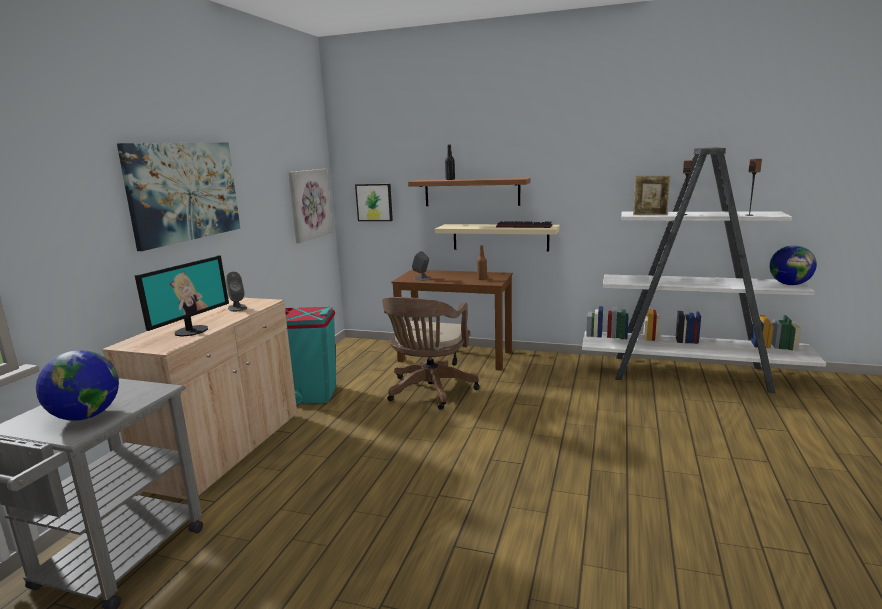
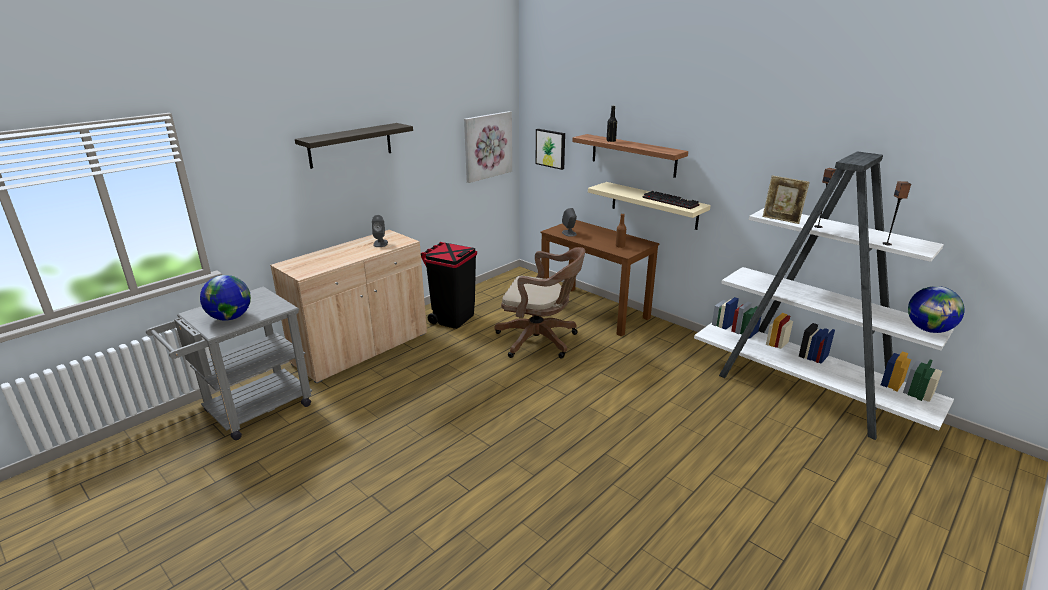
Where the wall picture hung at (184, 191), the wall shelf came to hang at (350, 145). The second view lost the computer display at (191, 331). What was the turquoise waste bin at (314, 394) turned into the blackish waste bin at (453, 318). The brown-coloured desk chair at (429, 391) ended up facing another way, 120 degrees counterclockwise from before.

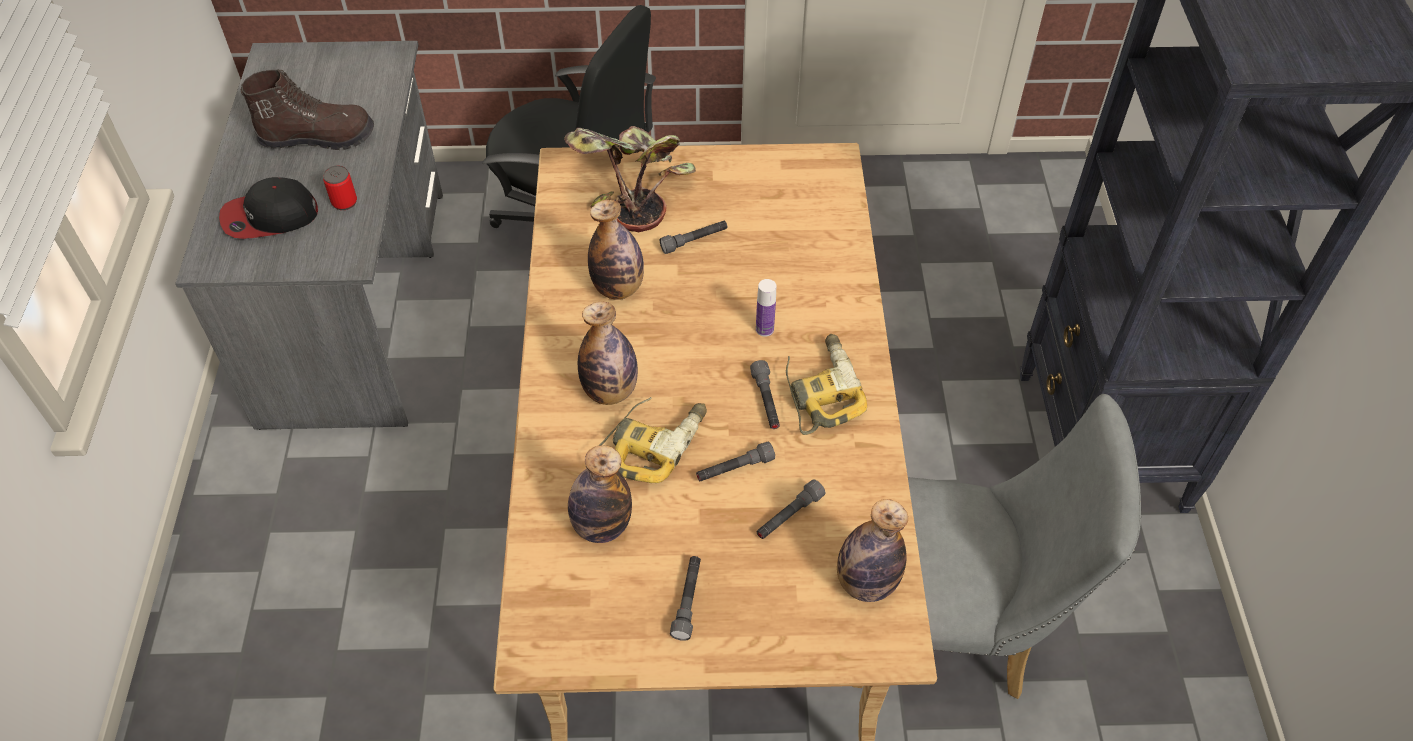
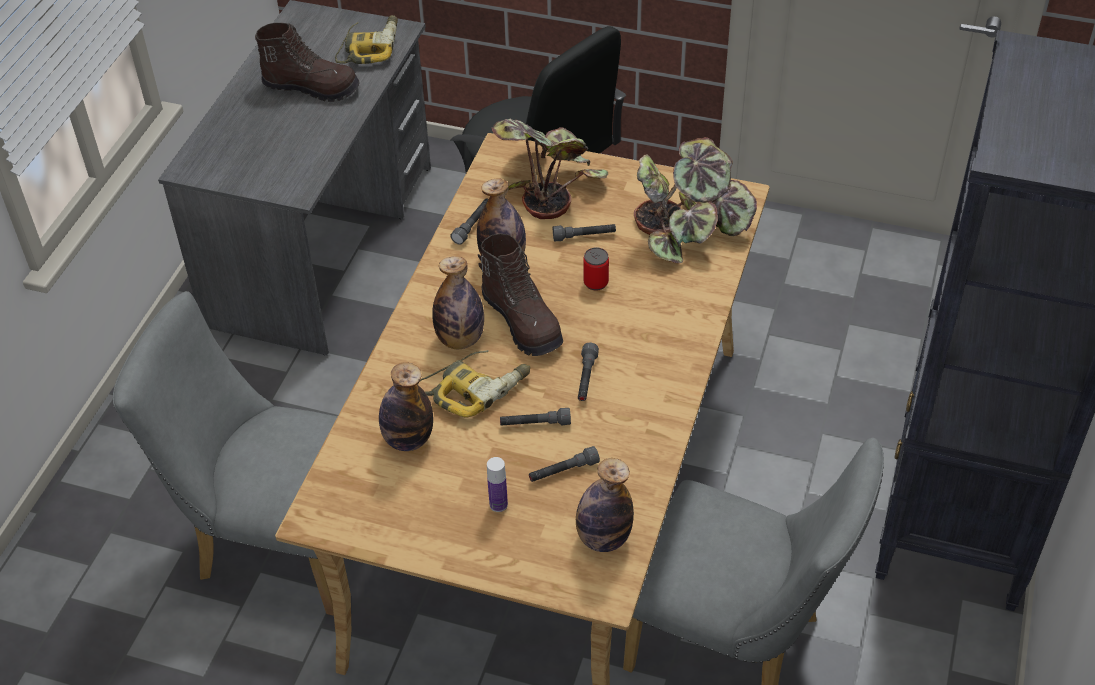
The second view lost the baseball cap at (269, 217). The sealed can ended up elsewhere, having gone from (344, 202) to (596, 282). The grey hand torch ended up elsewhere, having gone from (688, 601) to (473, 225). The beverage bottle ended up elsewhere, having gone from (764, 329) to (498, 504). The power drill ended up elsewhere, having gone from (820, 390) to (369, 47). The second view gained the grey upright chair at (277, 541). The second view gained the brown-coloured high-top boot at (523, 321). The second view gained the plant in a pot at (688, 230).

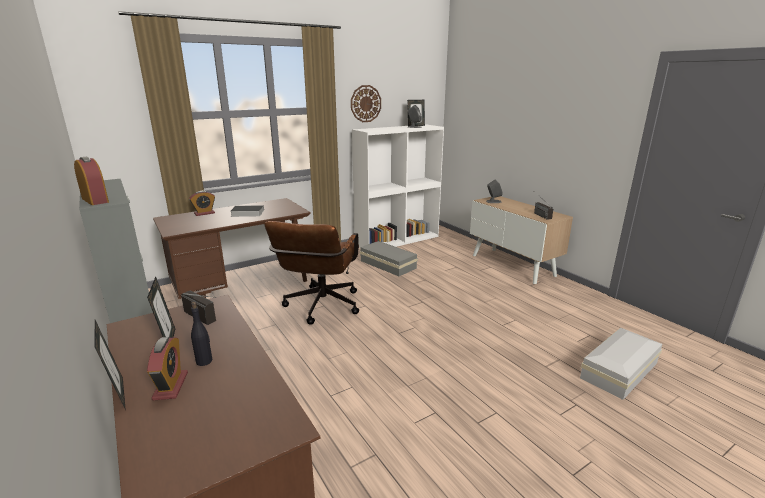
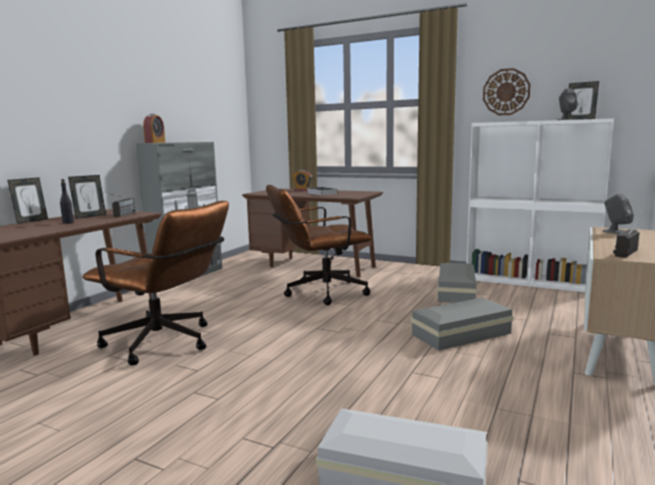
The second view lost the alarm clock at (170, 386). The second view gained the brown-coloured desk chair at (167, 344). The second view gained the grey storage container at (463, 334).

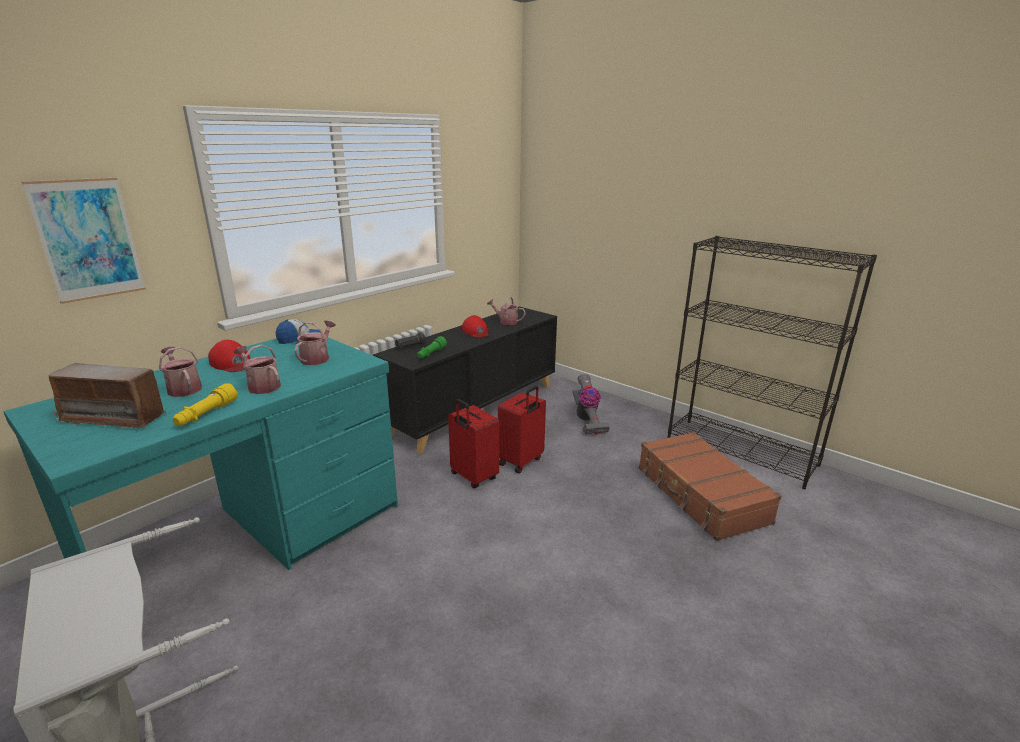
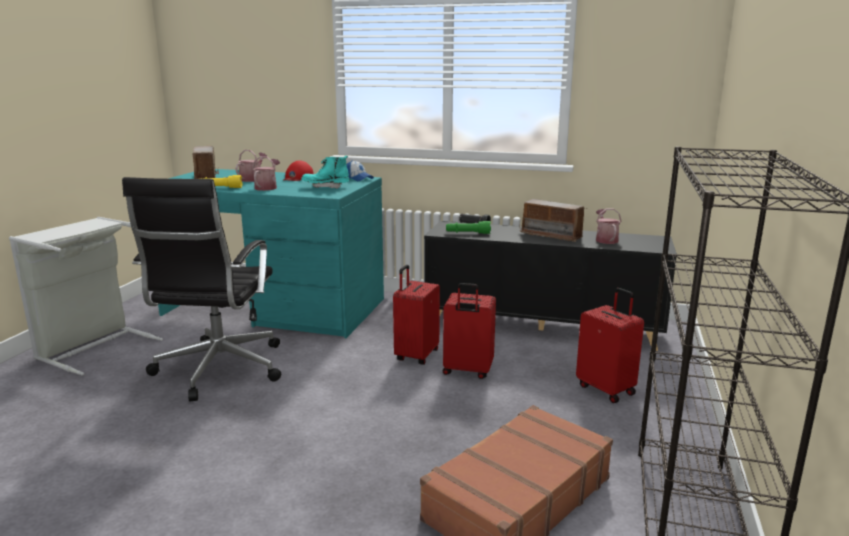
The second view lost the wall picture at (88, 239). Where the watering can stood at (317, 358), the turquoise high-top boot came to stand at (326, 187). Where the red baseball cap stood at (476, 331), the radio receiver came to stand at (552, 235). Where the vacuum cleaner stood at (587, 420), the red travel case came to stand at (606, 389). The second view gained the blackish desk chair at (218, 370).

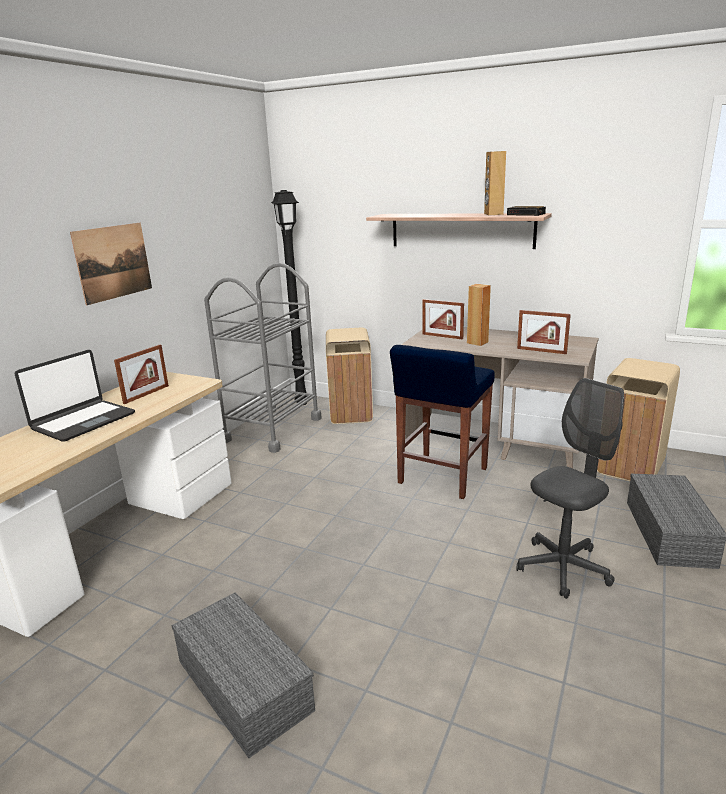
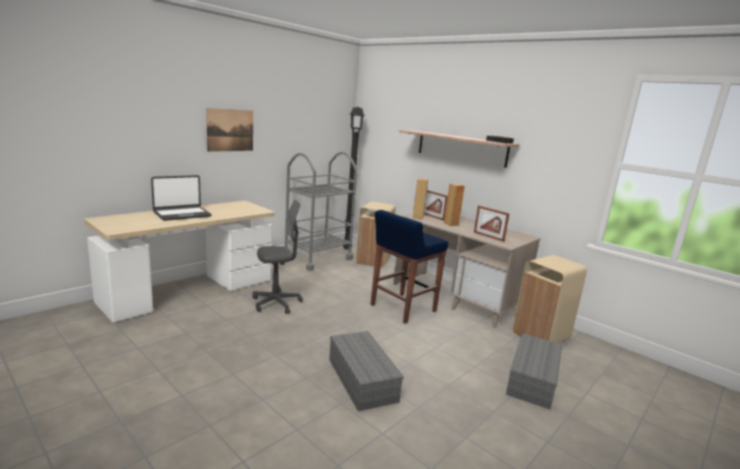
The second view lost the picture frame at (146, 394). The grey storage container ended up elsewhere, having gone from (241, 684) to (360, 379). The brown-coloured loudspeaker ended up elsewhere, having gone from (493, 214) to (418, 217). The grey desk chair ended up elsewhere, having gone from (563, 568) to (276, 303).

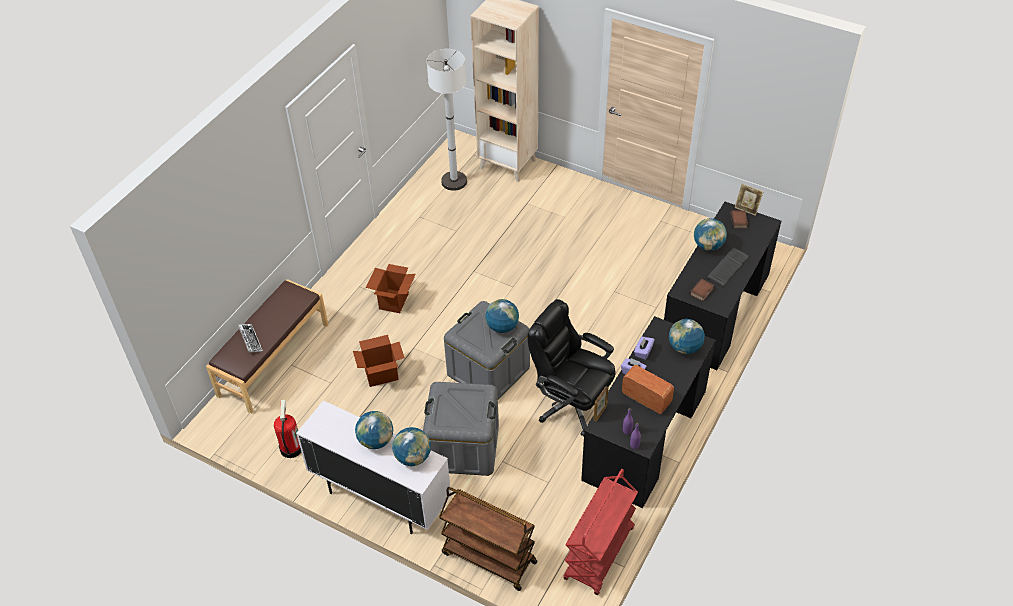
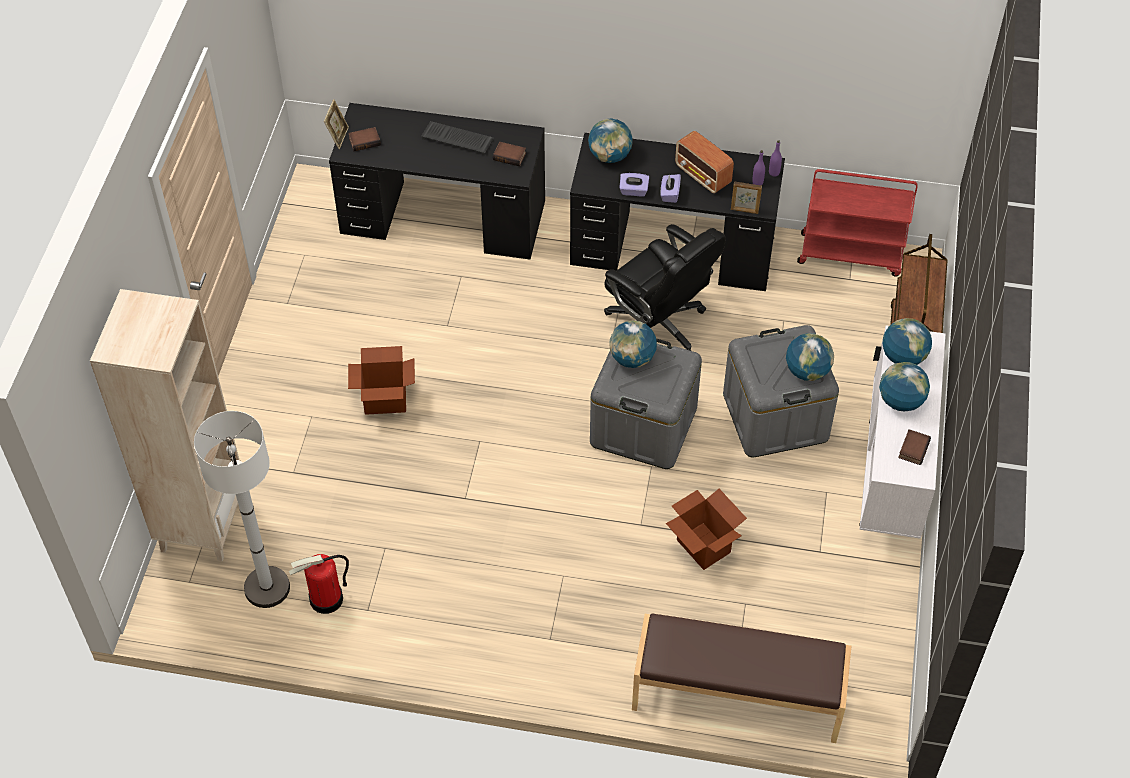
The second view lost the keyboard at (250, 340). The fire extinguisher ended up elsewhere, having gone from (291, 448) to (326, 599). The cardboard box ended up elsewhere, having gone from (393, 301) to (385, 400). The blackish desk chair at (571, 403) ended up facing another way, 60 degrees counterclockwise from before. The radio receiver at (645, 398) ended up facing another way, 60 degrees counterclockwise from before. The world globe ended up elsewhere, having gone from (708, 246) to (807, 371). The second view gained the volume at (913, 448).

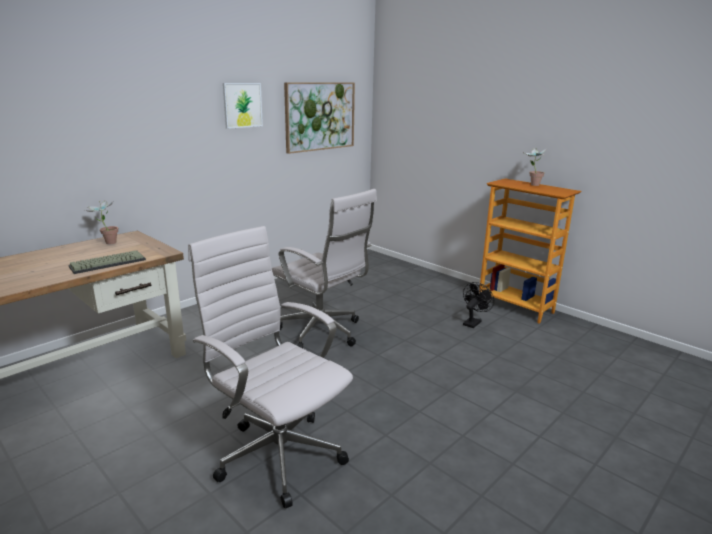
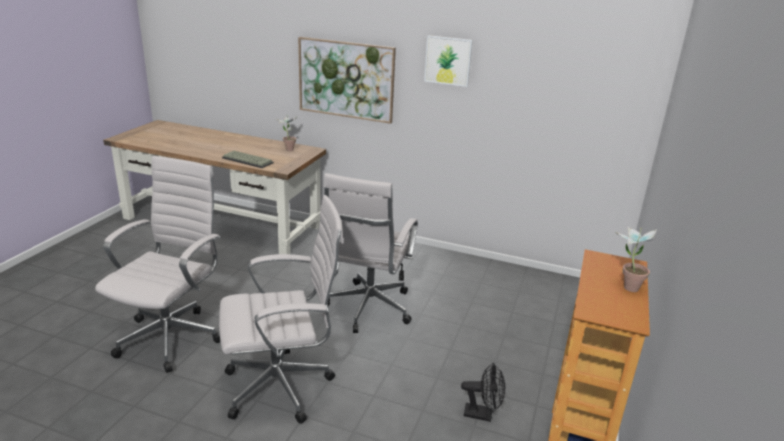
The wall picture ended up elsewhere, having gone from (320, 116) to (346, 79). The second view gained the white-coloured desk chair at (283, 386).

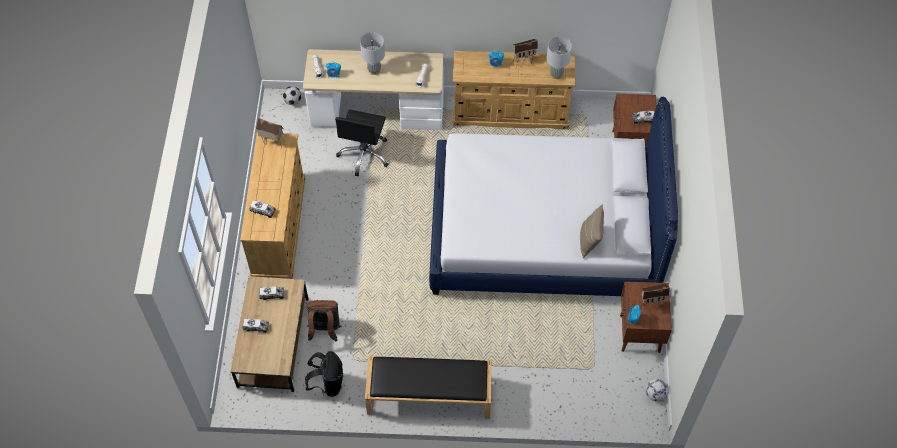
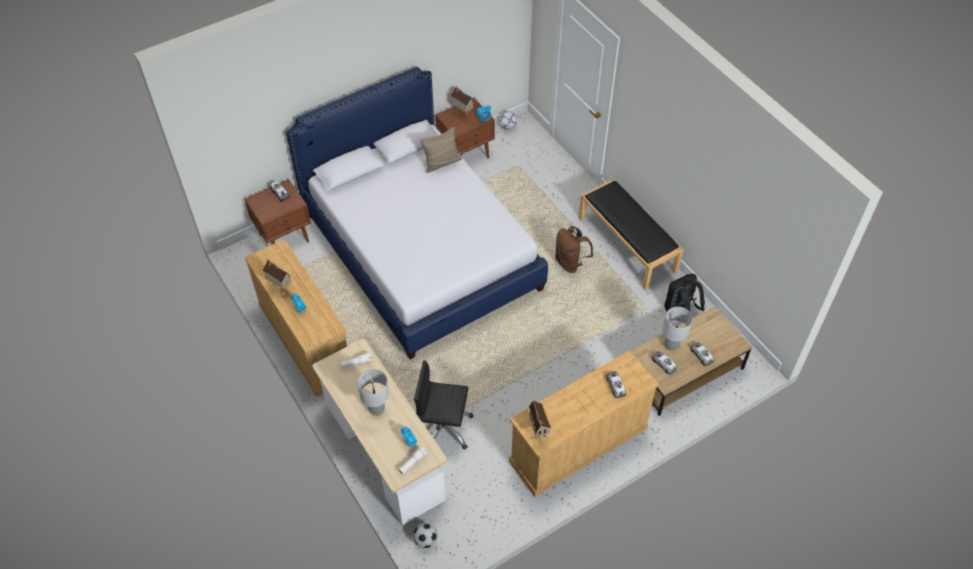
The brown-coloured knapsack ended up elsewhere, having gone from (325, 330) to (570, 263). The blackish desk chair at (364, 154) ended up facing another way, 150 degrees counterclockwise from before. The grey tabletop lamp ended up elsewhere, having gone from (556, 74) to (671, 346).

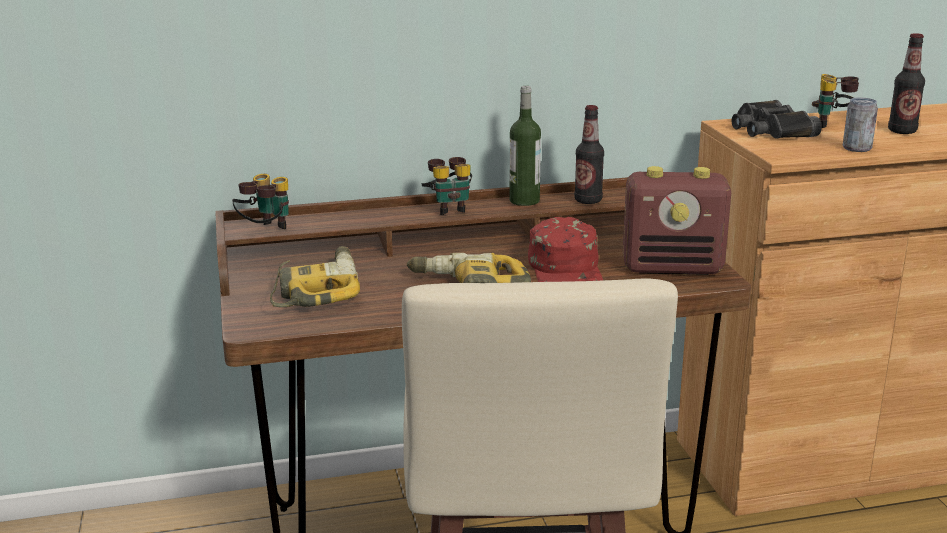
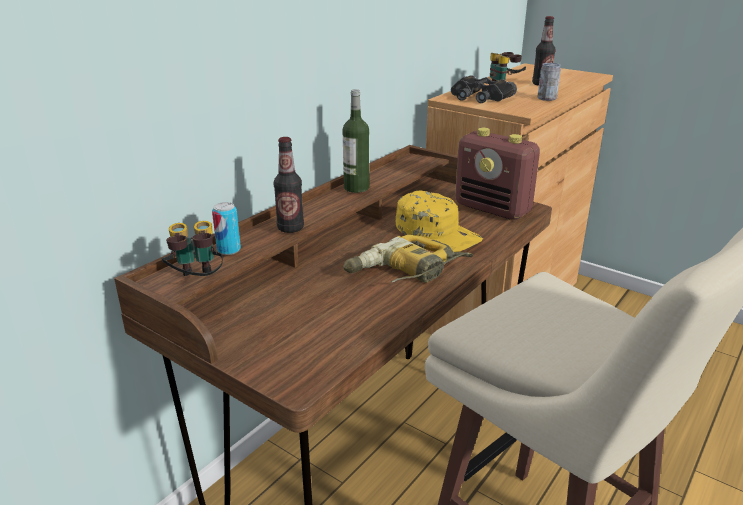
The second view lost the power drill at (315, 290). The second view lost the field glasses at (449, 208). What was the red baseball cap at (567, 270) turned into the yellowish baseball cap at (437, 232). The beverage bottle ended up elsewhere, having gone from (588, 200) to (290, 228). The radio receiver at (673, 268) ended up facing another way, 75 degrees clockwise from before. The second view gained the sealed can at (229, 250).

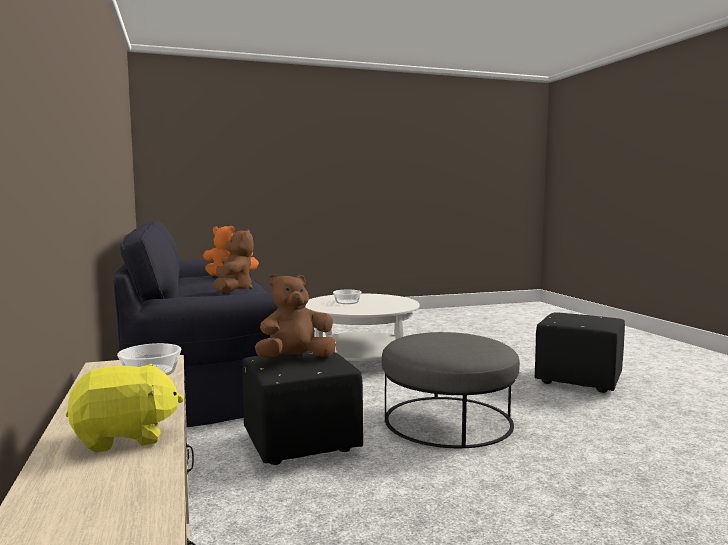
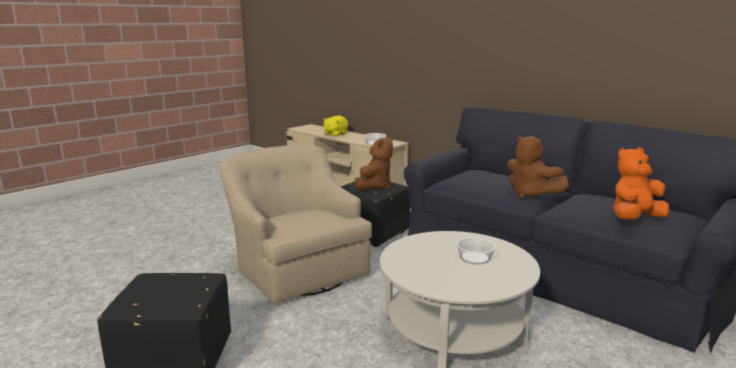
Where the grey footrest stood at (448, 420), the beige-coloured easy chair came to stand at (297, 269).

